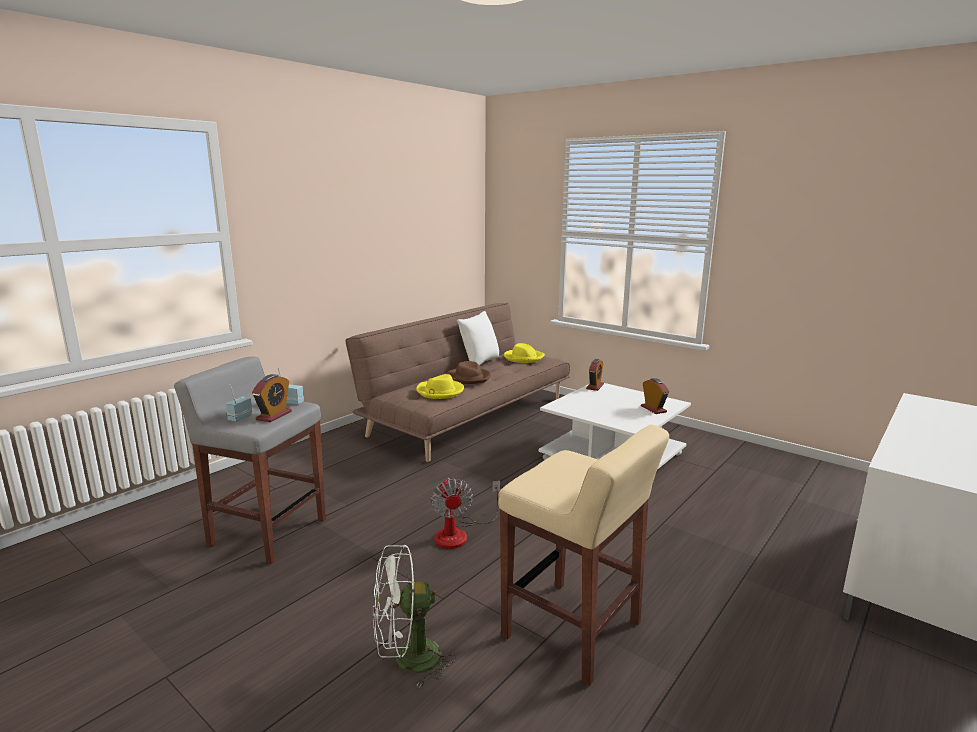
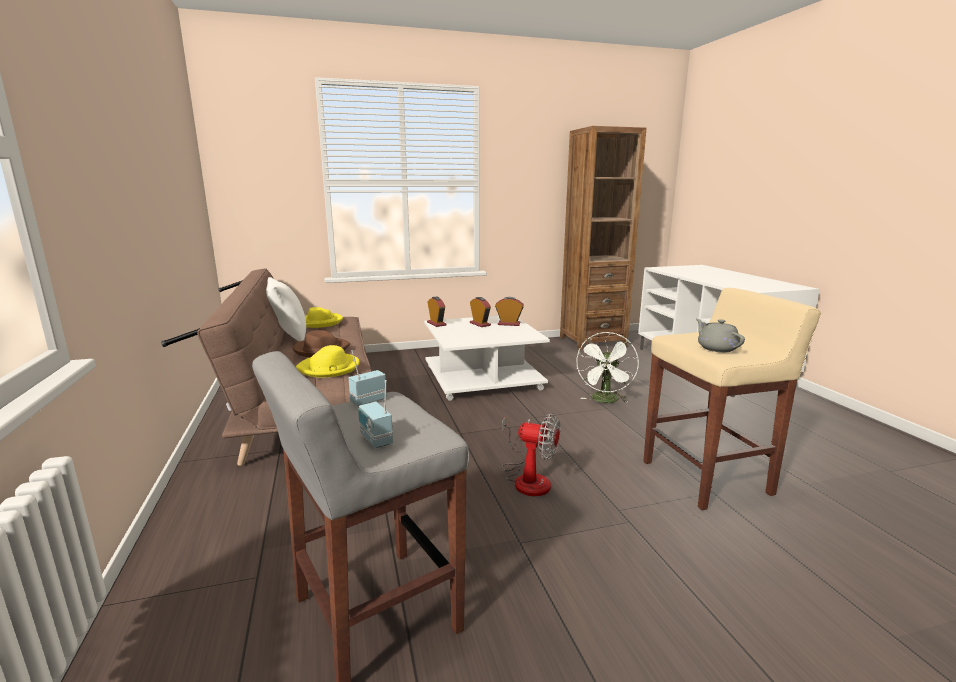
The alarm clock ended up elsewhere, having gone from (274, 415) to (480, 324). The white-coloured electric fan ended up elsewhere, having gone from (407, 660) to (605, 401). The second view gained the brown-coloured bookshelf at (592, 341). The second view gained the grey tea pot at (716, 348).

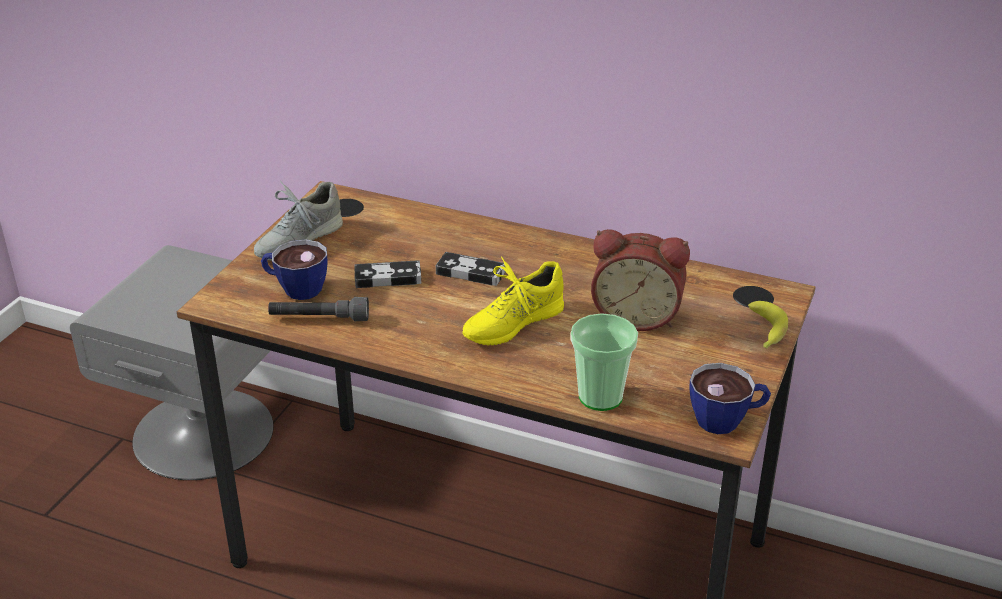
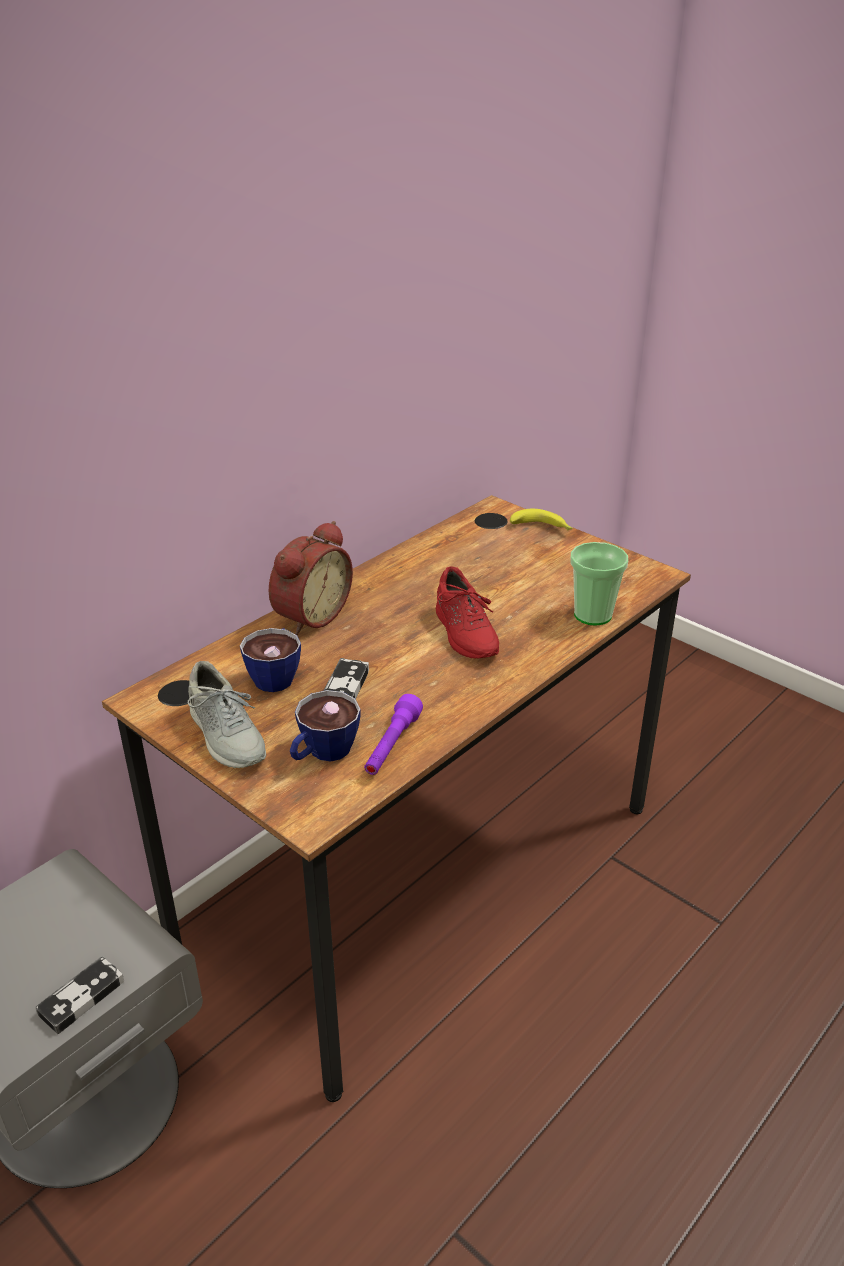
What was the grey hand torch at (319, 318) turned into the purple hand torch at (392, 745). The gamepad ended up elsewhere, having gone from (470, 272) to (81, 997). What was the yellowish low shoe at (512, 323) turned into the red low shoe at (465, 633). The alarm clock ended up elsewhere, having gone from (637, 316) to (309, 615). The cup ended up elsewhere, having gone from (727, 420) to (276, 675).

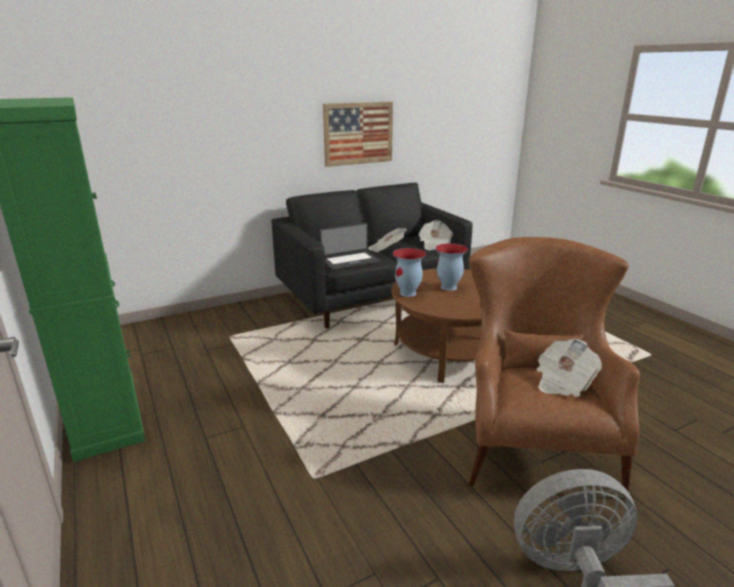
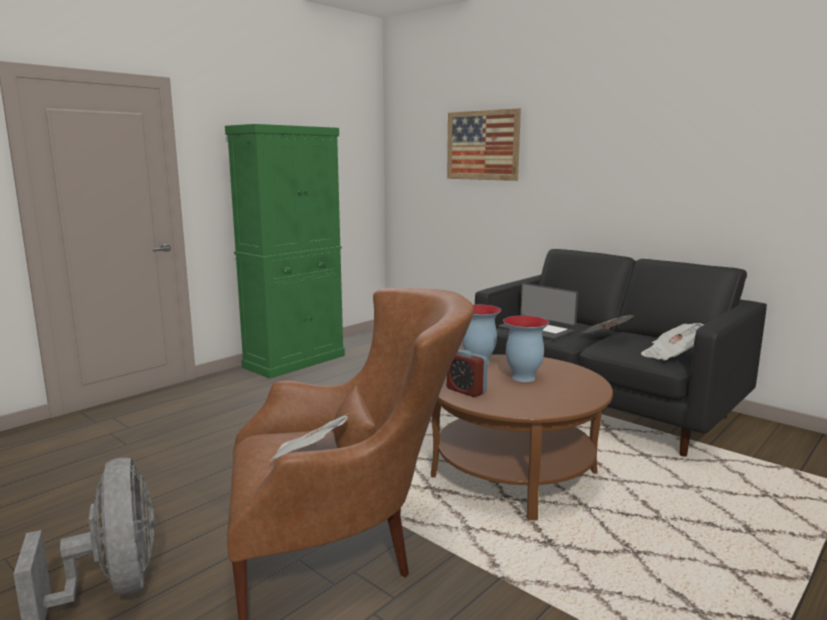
The wall picture ended up elsewhere, having gone from (358, 133) to (482, 145). The second view gained the alarm clock at (466, 391).

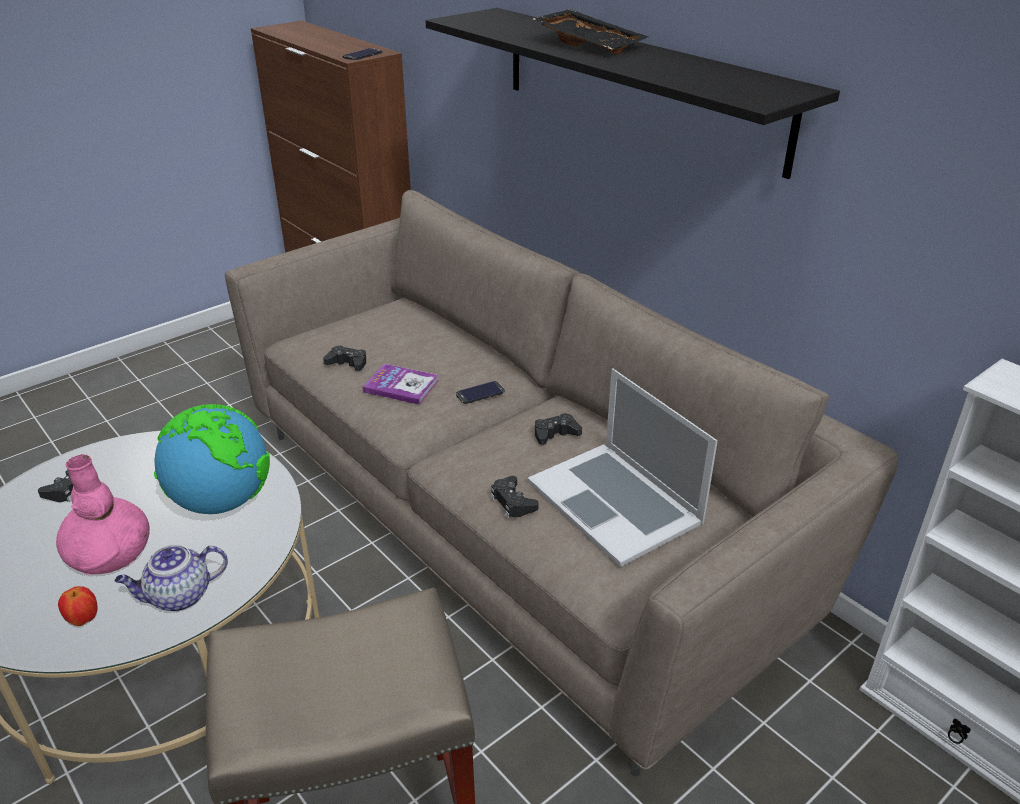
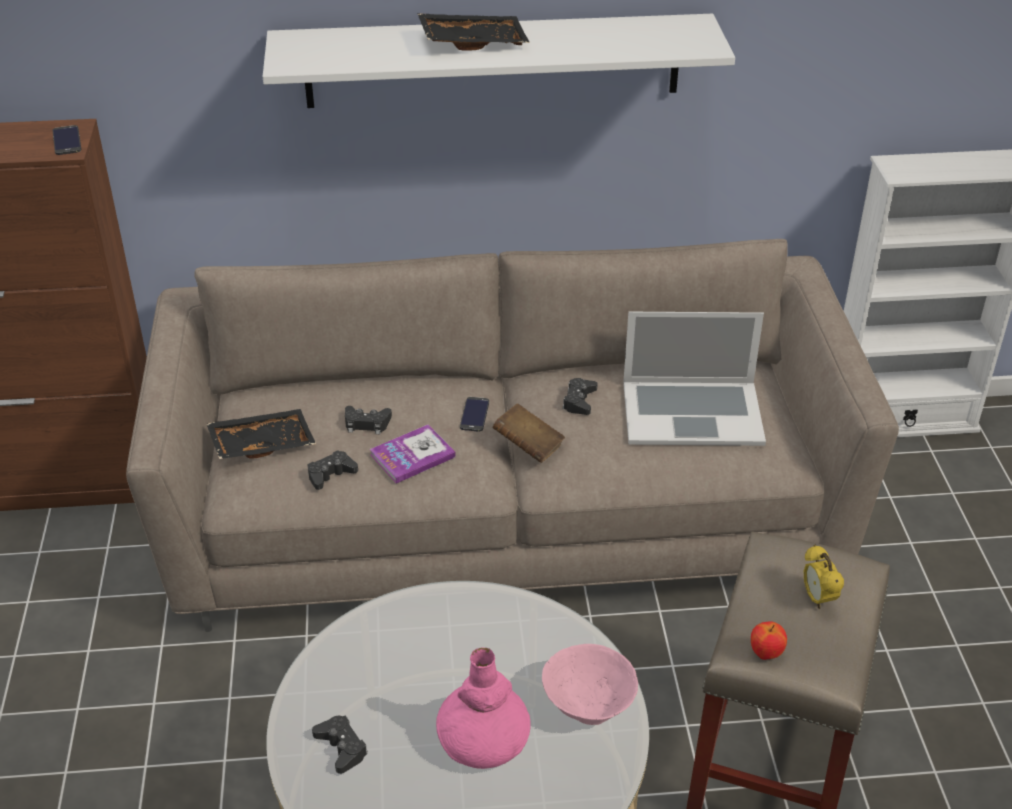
The whole apple ended up elsewhere, having gone from (83, 619) to (766, 653). Where the tea pot stood at (179, 597), the pink serving bowl came to stand at (589, 707). The second view lost the world globe at (222, 502). What was the blackish wall shelf at (638, 86) turned into the white-coloured wall shelf at (493, 61). The blackish gamepad ended up elsewhere, having gone from (512, 502) to (367, 423). The second view gained the blackish serving tray at (262, 443). The second view gained the brown-coloured volume at (528, 446). The second view gained the alarm clock at (817, 599).

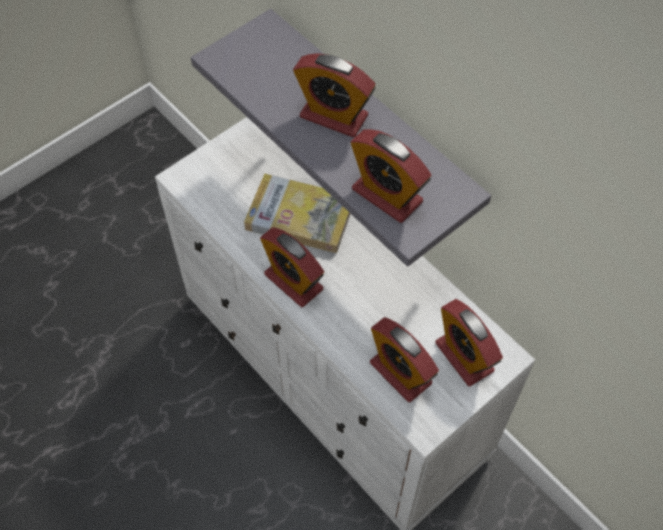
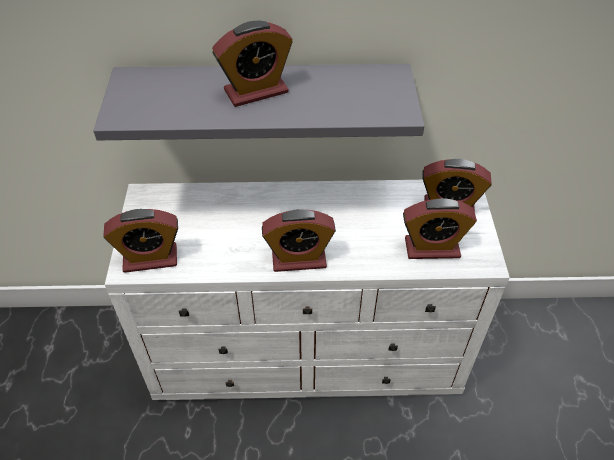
The second view lost the volume at (300, 216). The alarm clock ended up elsewhere, having gone from (387, 195) to (150, 258).

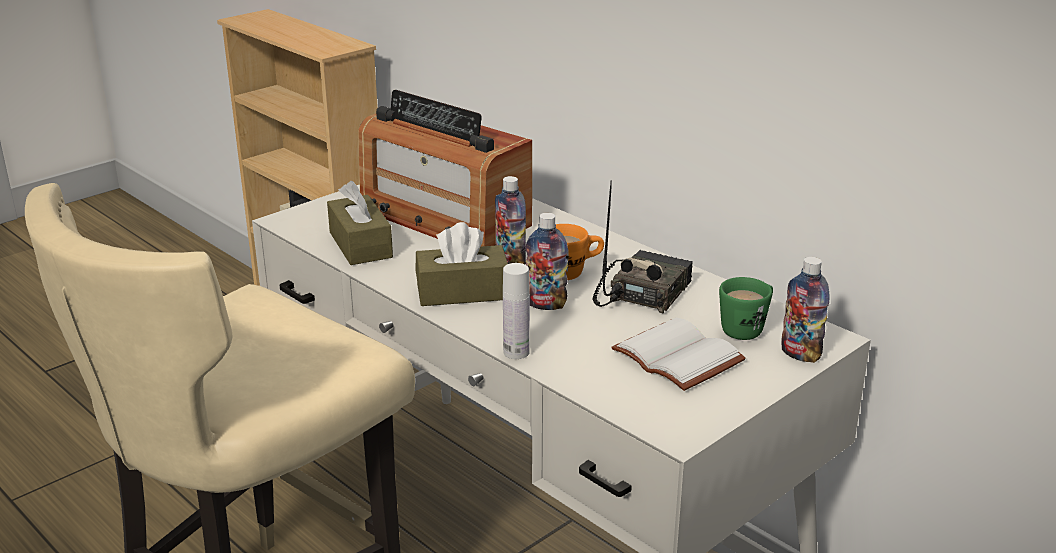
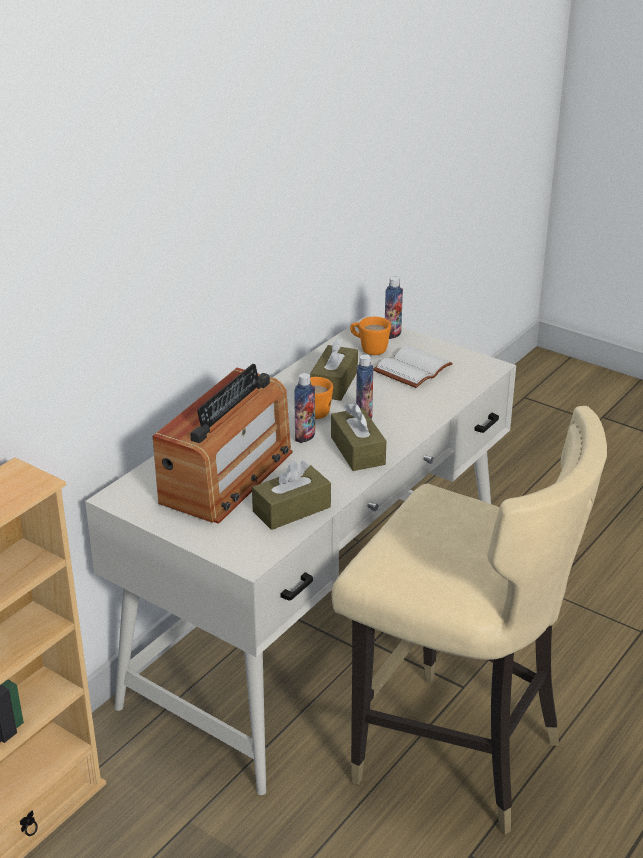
The second view lost the white-coloured beverage bottle at (516, 352). Where the radio receiver stood at (642, 292), the brown-coloured tissue holder came to stand at (334, 383). What was the green mug at (747, 328) turned into the orange-coloured mug at (369, 349).

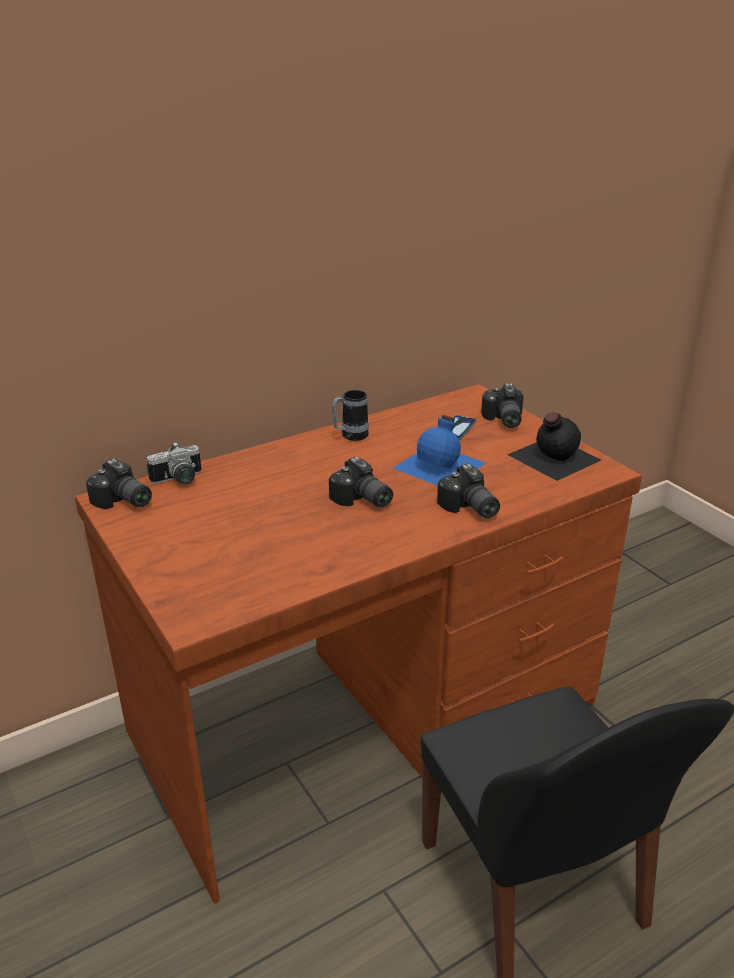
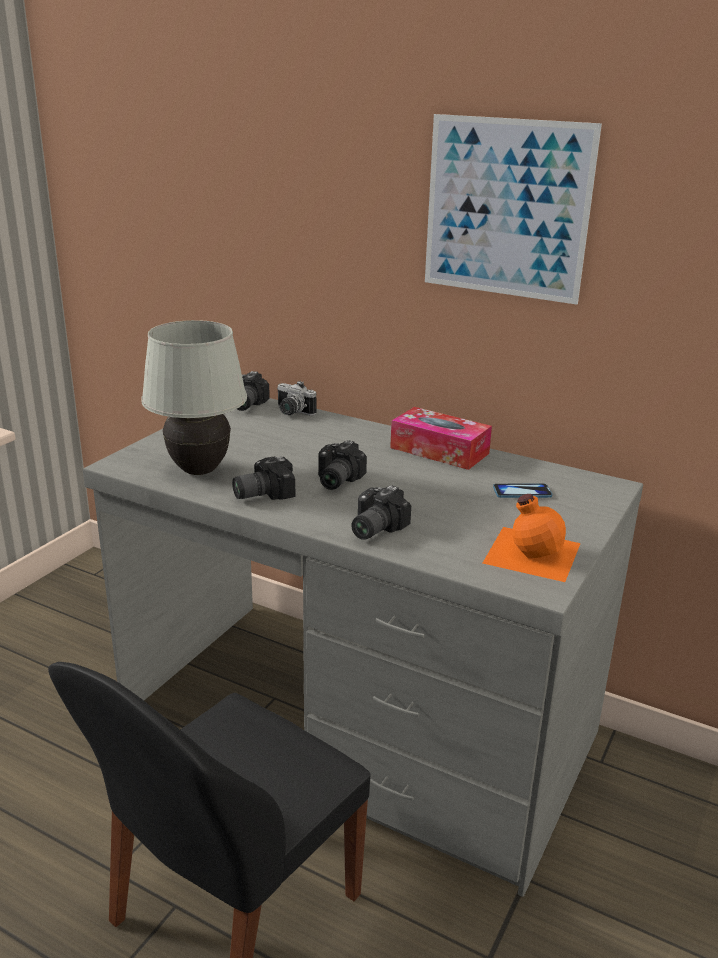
What was the brown-coloured desk table at (367, 719) turned into the grey desk table at (357, 726). Where the mug stood at (350, 436), the tissue holder came to stand at (439, 450). The second view lost the blue beverage bottle at (441, 465). The photo camera ended up elsewhere, having gone from (502, 420) to (261, 493). What was the blackish beverage bottle at (552, 457) turned into the orange-coloured beverage bottle at (531, 552). The second view gained the white-coloured tabletop lamp at (200, 470). The second view gained the wall picture at (506, 209).

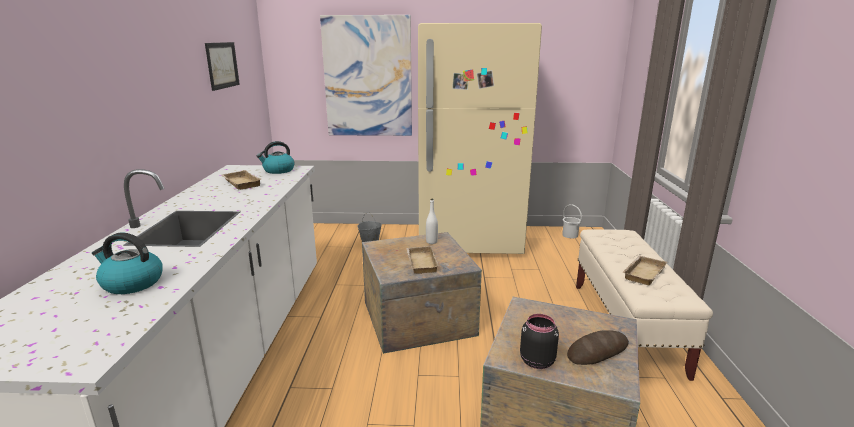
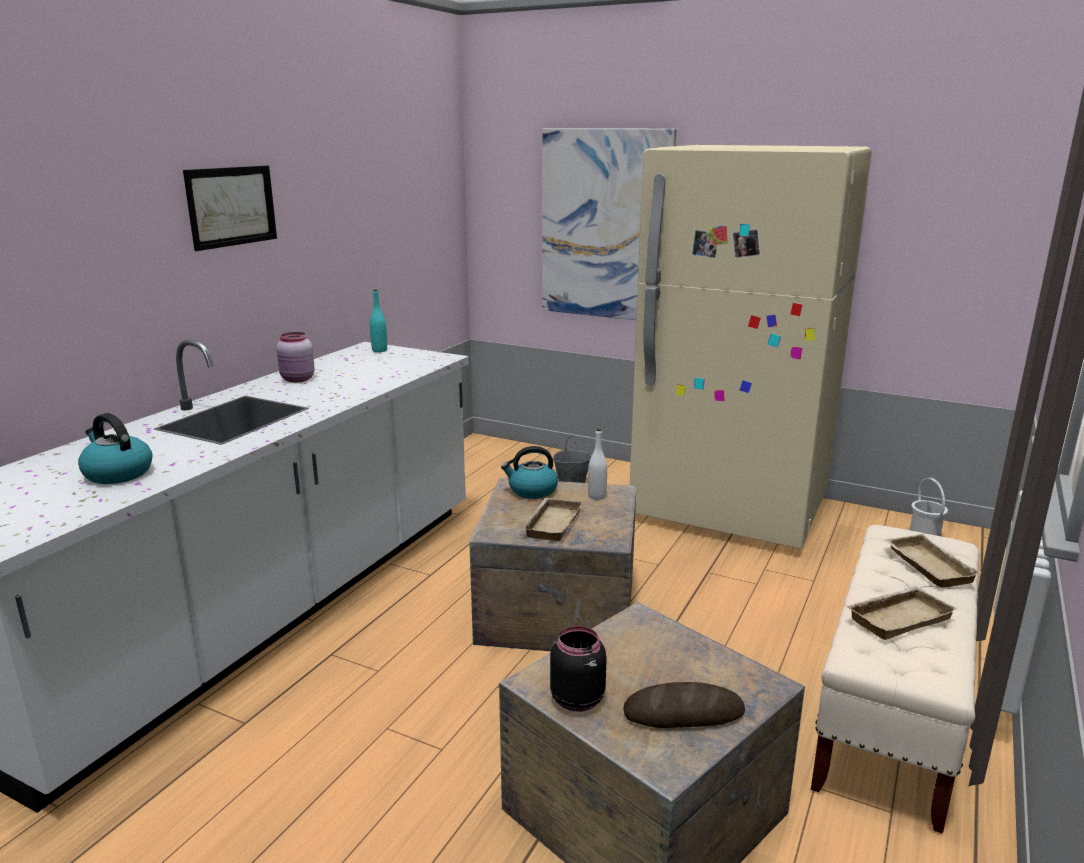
The wall picture ended up elsewhere, having gone from (222, 65) to (231, 206). The beige-coloured serving tray ended up elsewhere, having gone from (240, 183) to (926, 566). The tea kettle ended up elsewhere, having gone from (278, 170) to (532, 490). The second view gained the pink preserve jar at (297, 379). The second view gained the turquoise beverage bottle at (379, 350).

